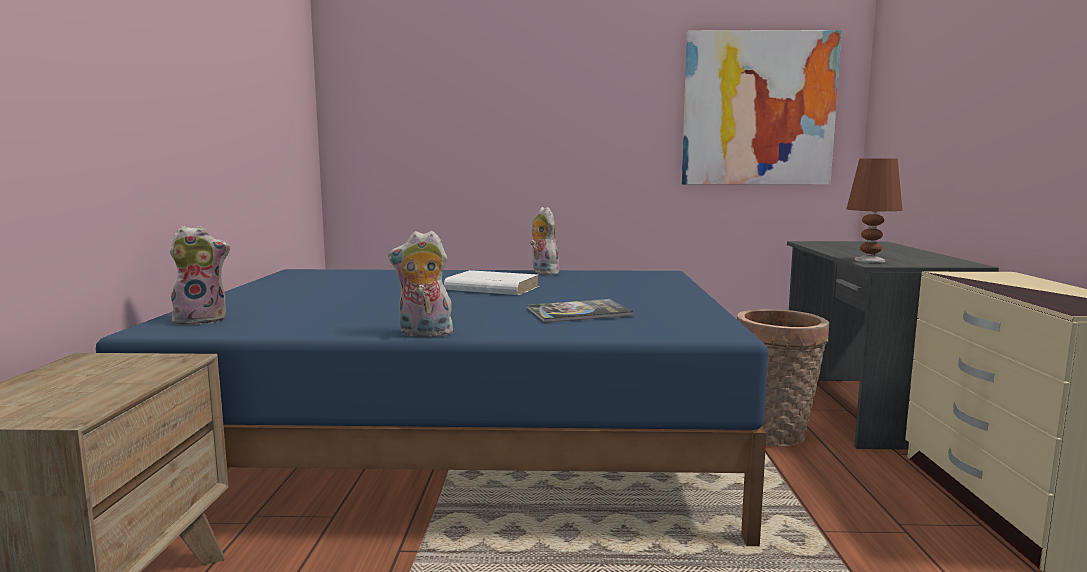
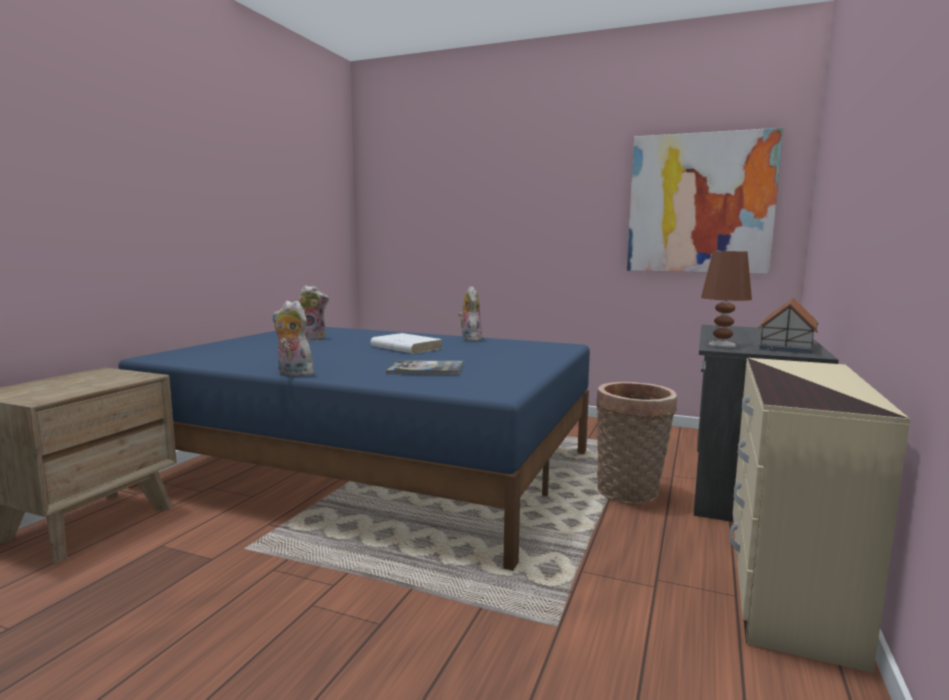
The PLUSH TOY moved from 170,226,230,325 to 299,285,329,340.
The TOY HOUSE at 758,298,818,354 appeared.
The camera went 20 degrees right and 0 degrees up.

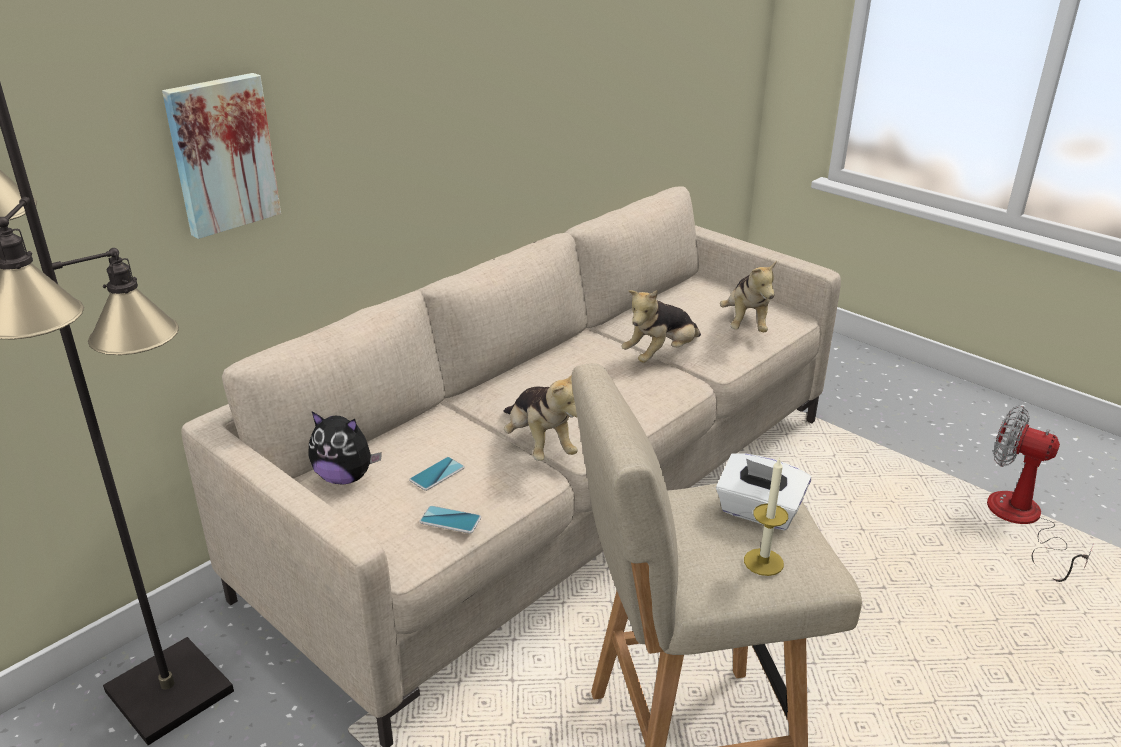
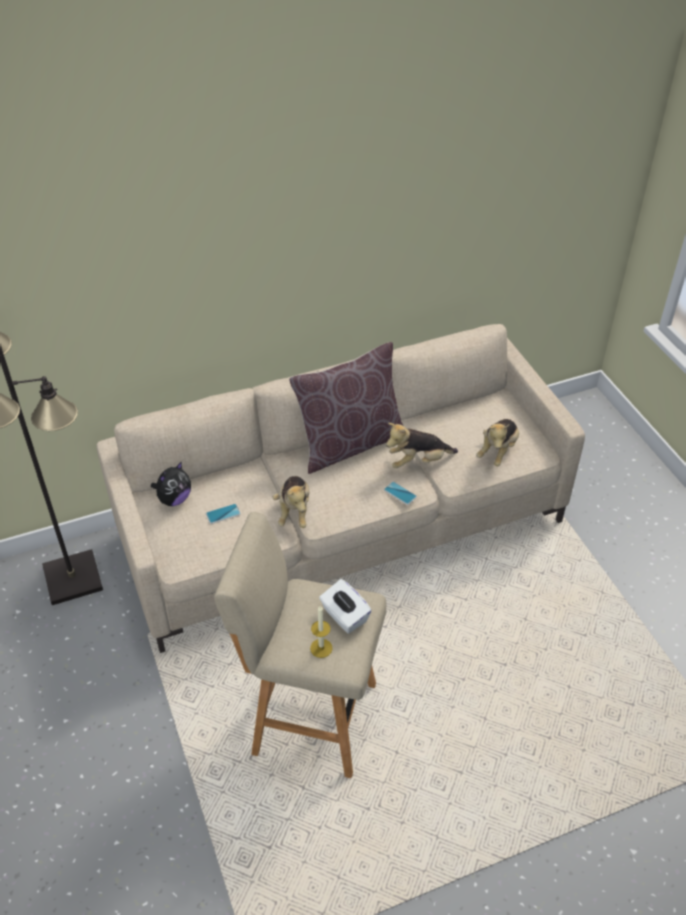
The PICTURE at 162,73,281,239 disappeared.
The PLUSH TOY at 308,412,382,485 turned 90 degrees counterclockwise.
The TELEPHONE moved from 419,506,481,533 to 384,482,417,505.
The ELECTRIC FAN at 987,406,1093,582 disappeared.
The BROWNISH PILLOW at 289,342,403,474 appeared.
The camera went 25 degrees right and 15 degrees up.

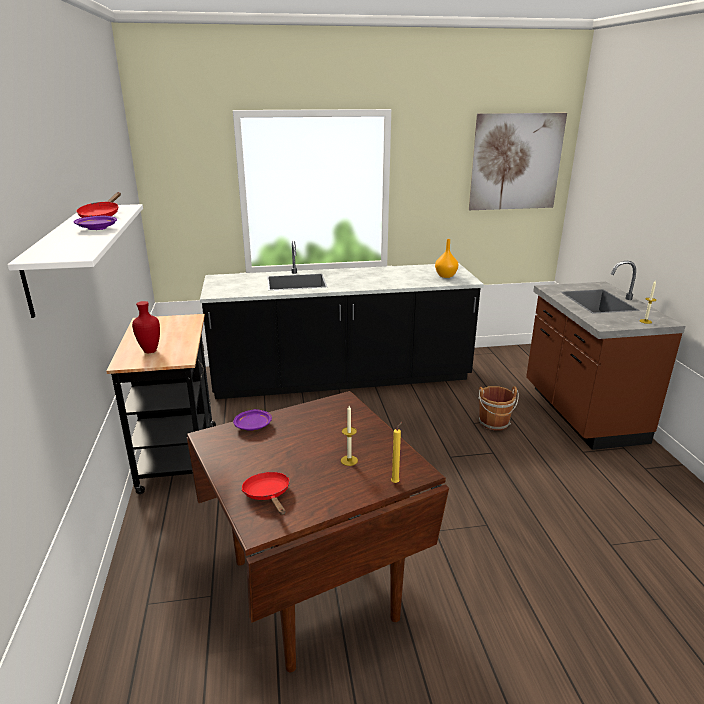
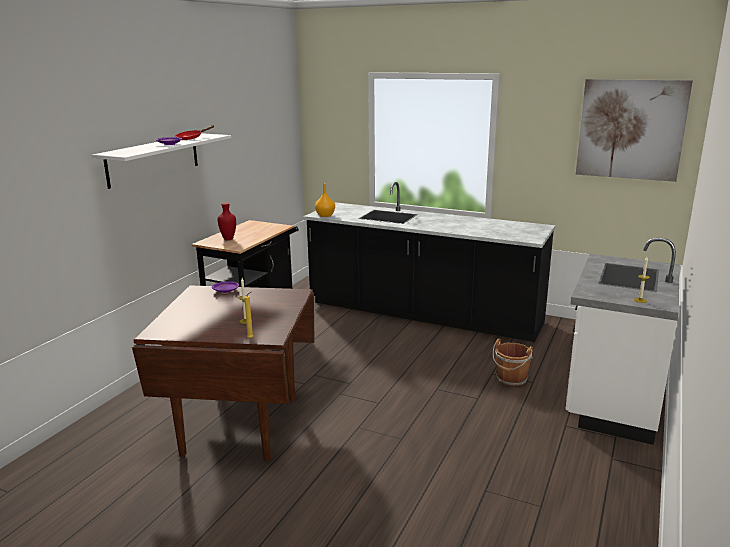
The REDDISH SKILLET at 242,472,290,515 disappeared.
The ORANGEY VASE moved from 435,239,458,278 to 315,183,335,217.
The BROWNISH COUNTER at 526,261,686,450 became the WHITE COUNTER at 565,238,680,445.
The camera went 35 degrees right and 5 degrees down.

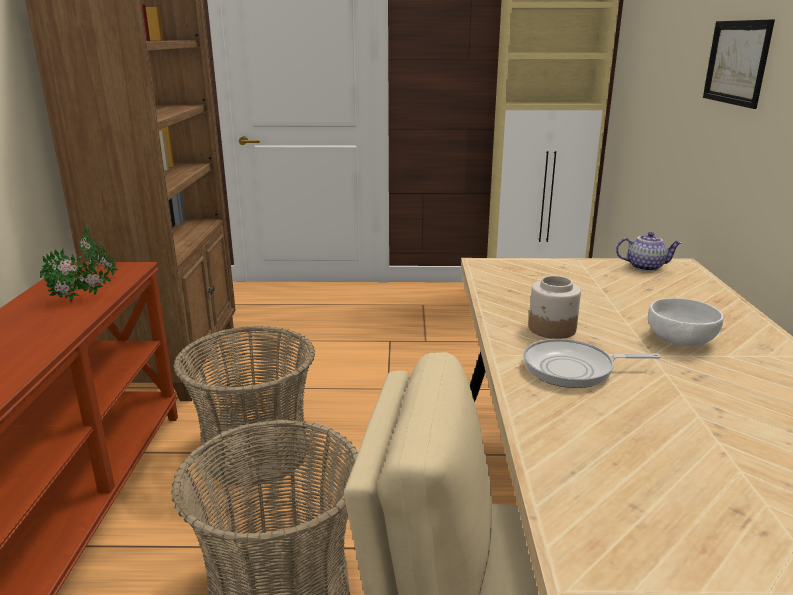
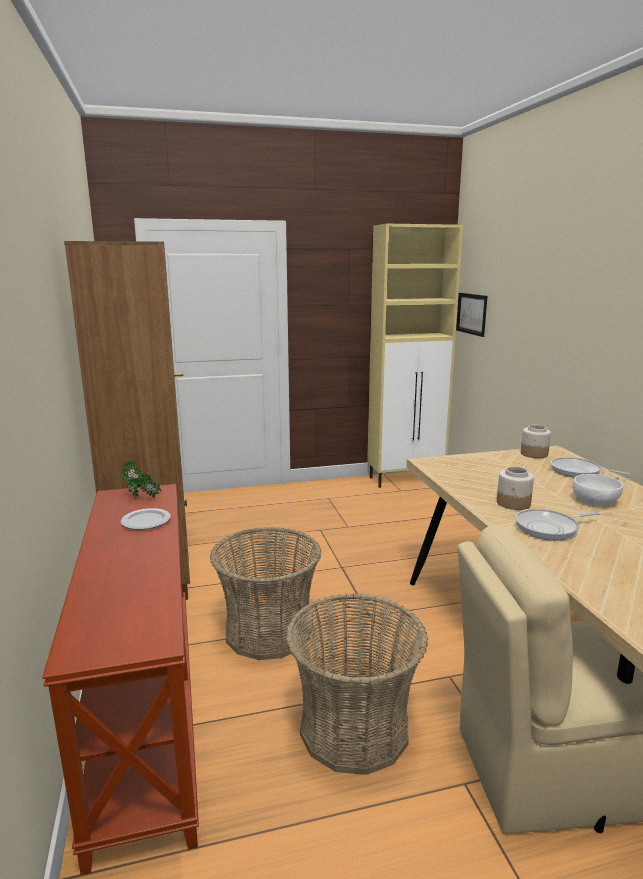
The HOUSEPLANT at 40,248,111,302 was replaced by the DINNER PLATE at 121,508,171,530.
The TEA POT at 616,232,682,271 was replaced by the PRESERVE JAR at 521,425,551,458.
The PICTURE moved from 703,19,775,109 to 456,293,488,337.
The SKILLET at 551,457,630,478 appeared.
The camera went 15 degrees left and 5 degrees down.

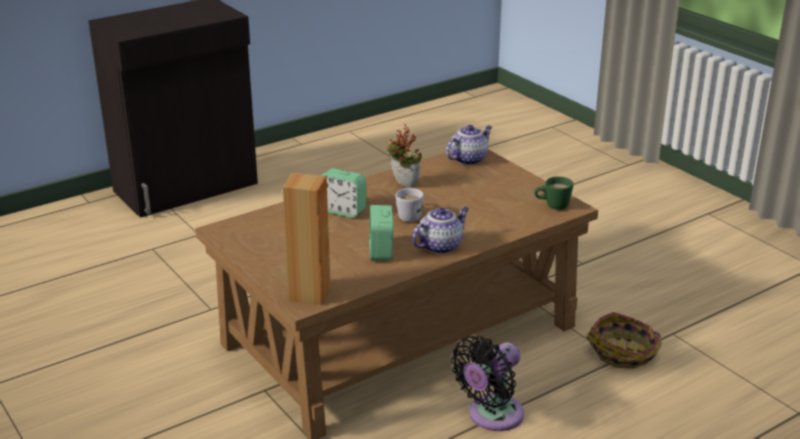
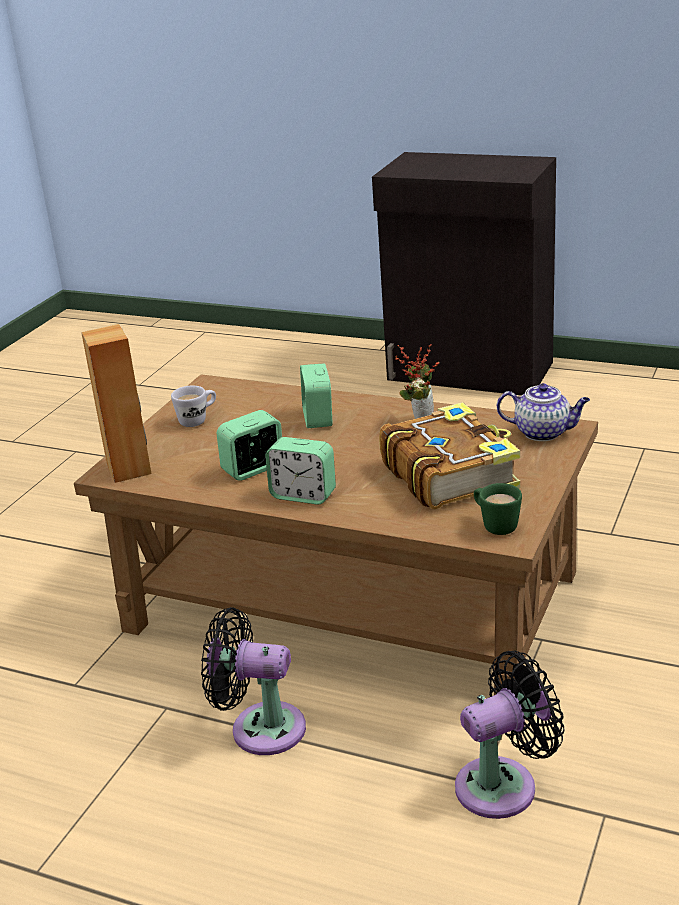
The WHITE COFFEE MUG moved from 396,188,424,222 to 171,386,216,427.
The TEA POT at 412,207,469,254 was replaced by the TABLE CLOCK at 265,437,336,505.
The HOUSEHOLD BASKET at 586,312,662,369 was replaced by the BLACK ELECTRIC FAN at 455,651,564,819.
The VOLUME at 379,402,520,510 appeared.
The camera went 60 degrees right and 0 degrees up.

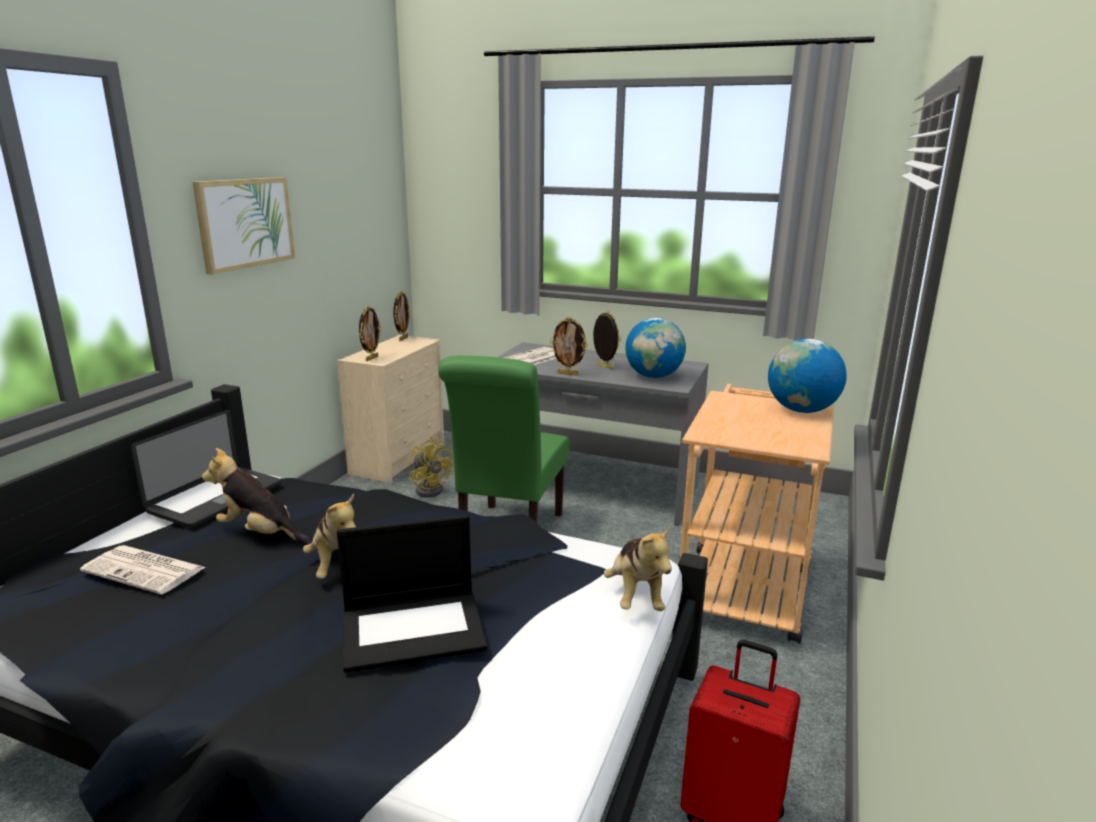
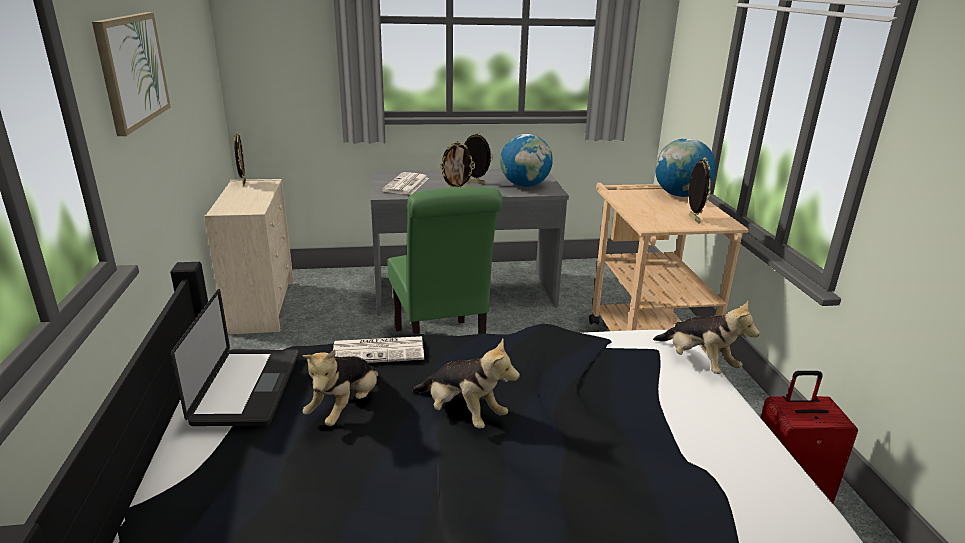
The NEWSPAPER moved from 80,545,206,594 to 333,336,424,363.
The PLUSH TOY at 202,448,312,545 turned 60 degrees counterclockwise.
The LAPTOP at 337,515,488,673 disappeared.
The PICTURE FRAME moved from 359,306,381,361 to 689,157,711,223.
The YELLOWISH ELECTRIC FAN at 409,437,453,497 disappeared.
The camera went 30 degrees left and 5 degrees up.

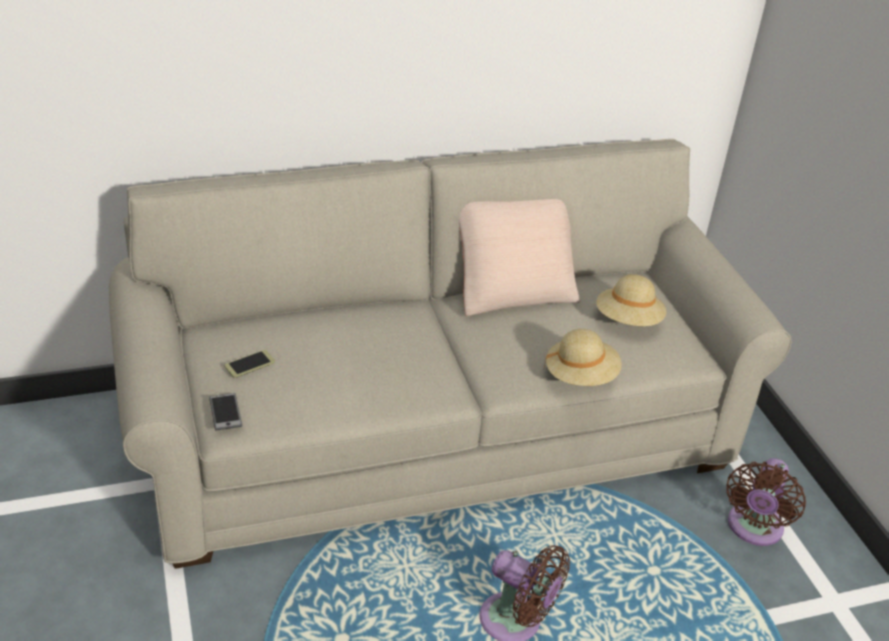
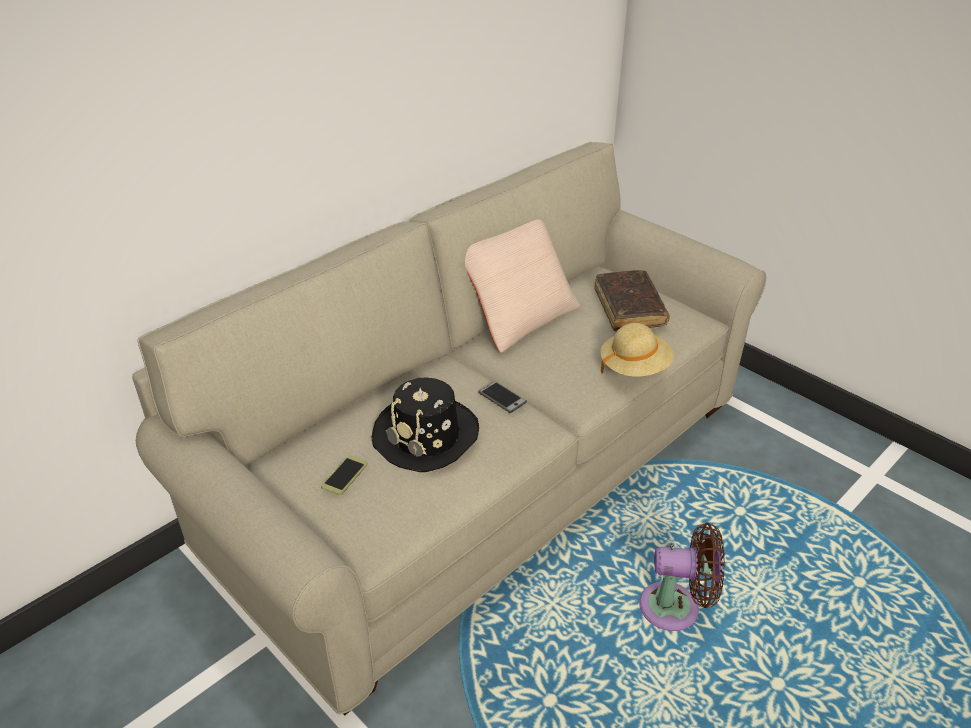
The TELEPHONE moved from 209,393,242,431 to 478,381,527,413.
The BEIGE-COLOURED CLOTHING HAT at 596,274,666,326 was replaced by the BROWNISH VOLUME at 594,270,670,331.
The BROWNISH ELECTRIC FAN at 726,458,806,546 disappeared.
The BLACK CLOTHING HAT at 372,378,479,472 appeared.
The camera went 25 degrees left and 0 degrees up.

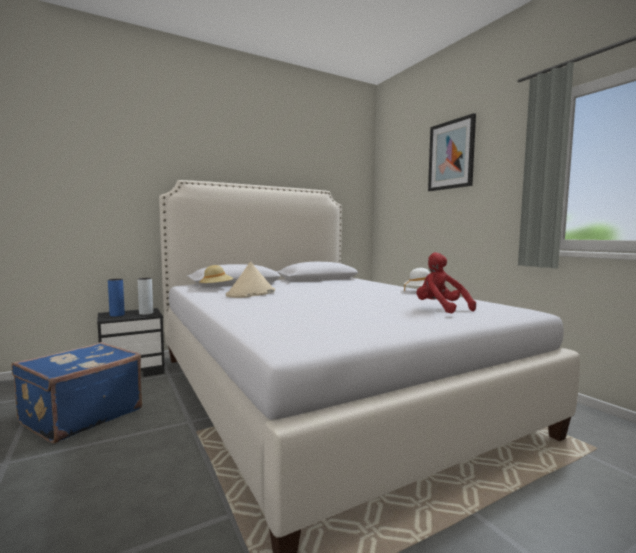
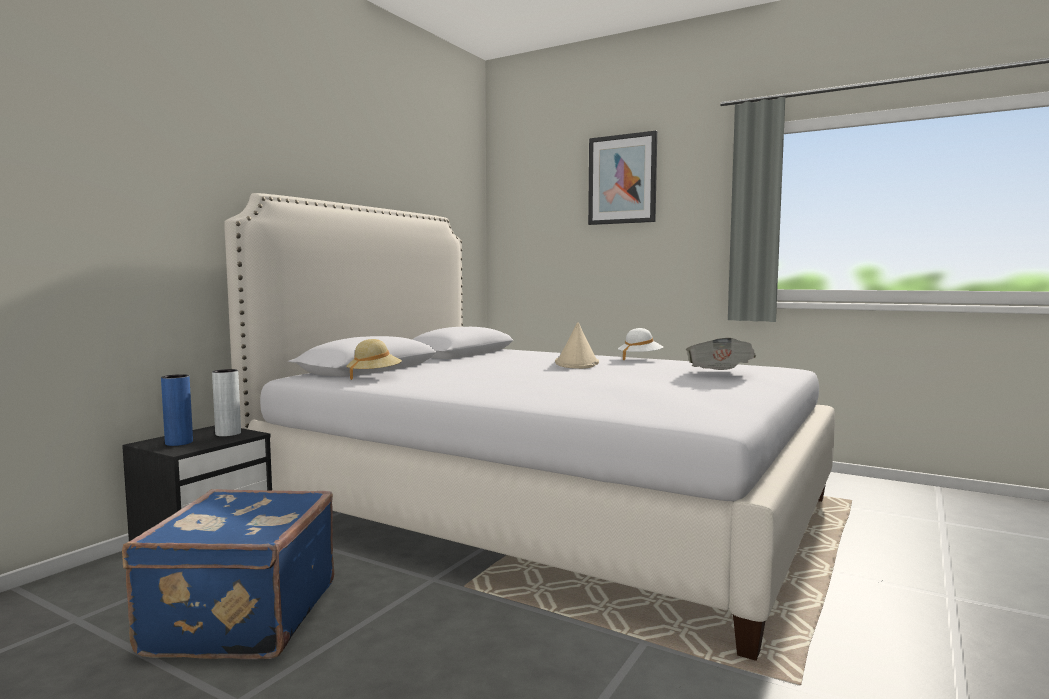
The BEIGE-COLOURED CLOTHING HAT moved from 226,262,275,298 to 555,322,599,369.
The REDDISH PLUSH TOY at 417,252,476,314 was replaced by the NEWSPAPER at 686,338,756,370.
The camera went 30 degrees left and 0 degrees up.

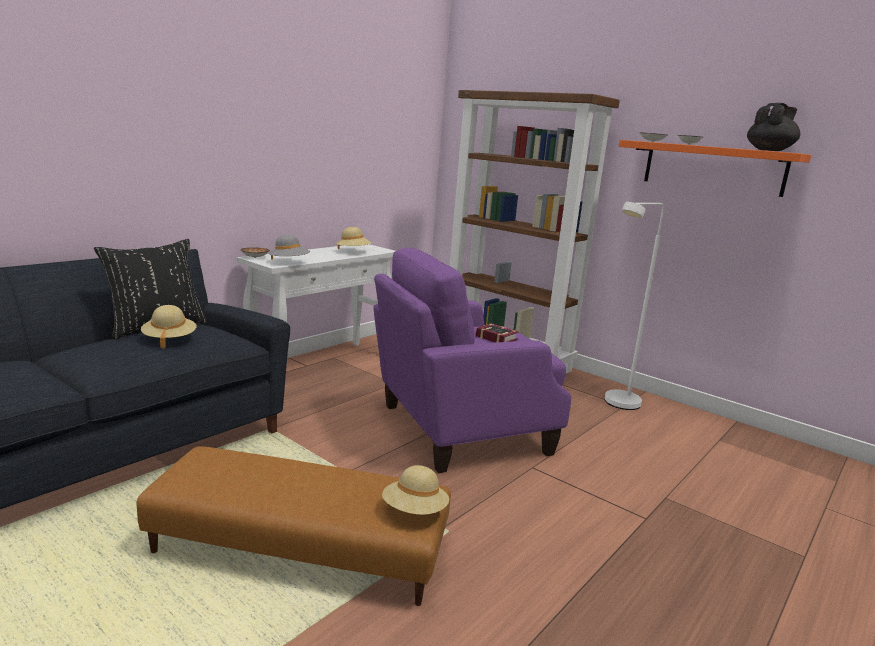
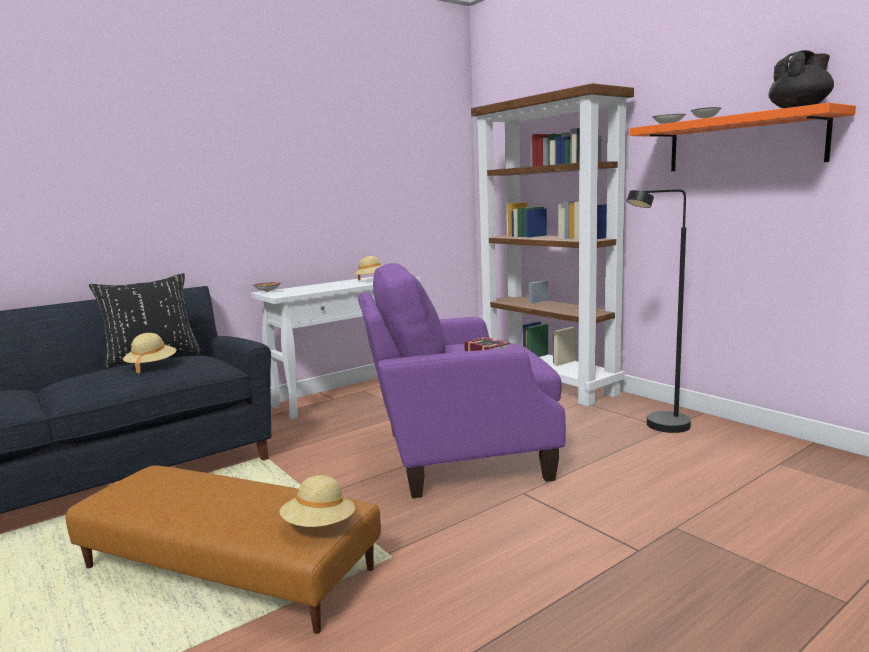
The GRAY CLOTHING HAT at 269,234,310,260 disappeared.
The WHITE STANDING LAMP at 604,202,664,410 became the BLACK STANDING LAMP at 627,189,691,433.
The camera went 15 degrees right and 5 degrees down.

